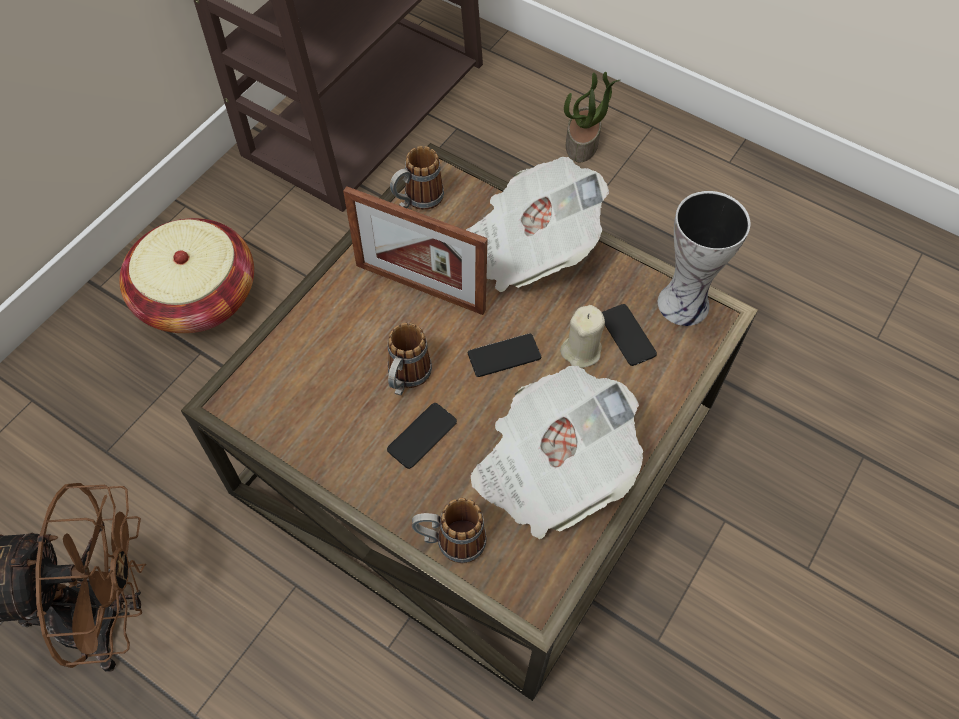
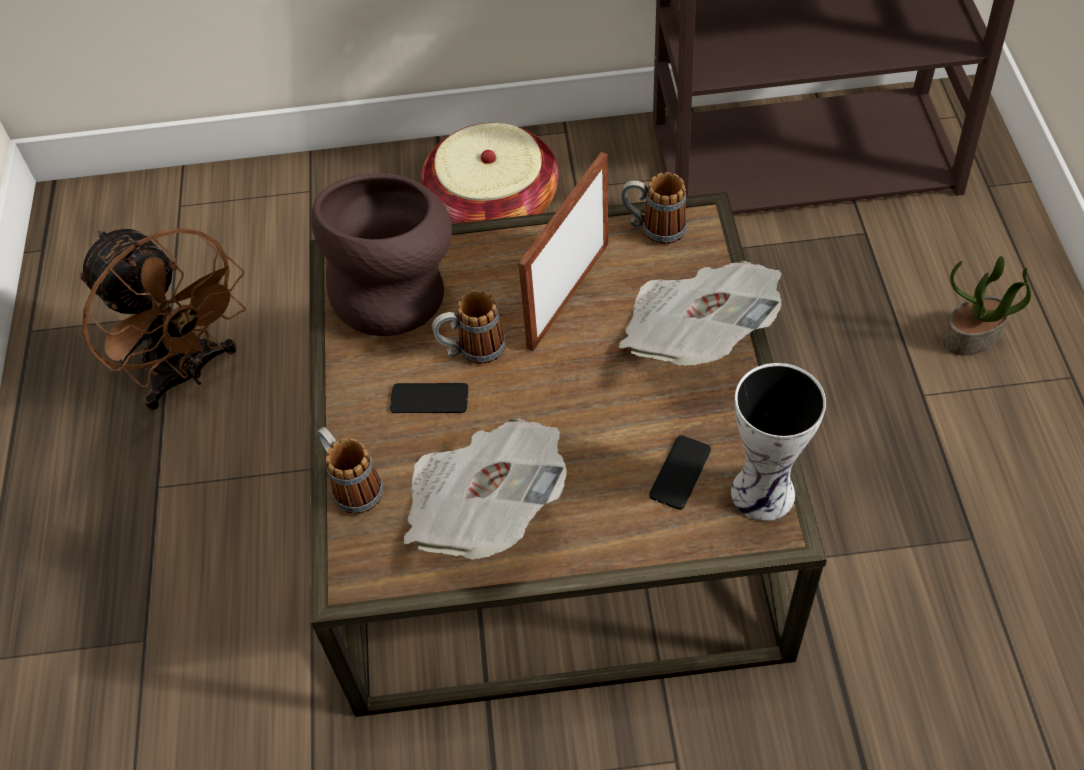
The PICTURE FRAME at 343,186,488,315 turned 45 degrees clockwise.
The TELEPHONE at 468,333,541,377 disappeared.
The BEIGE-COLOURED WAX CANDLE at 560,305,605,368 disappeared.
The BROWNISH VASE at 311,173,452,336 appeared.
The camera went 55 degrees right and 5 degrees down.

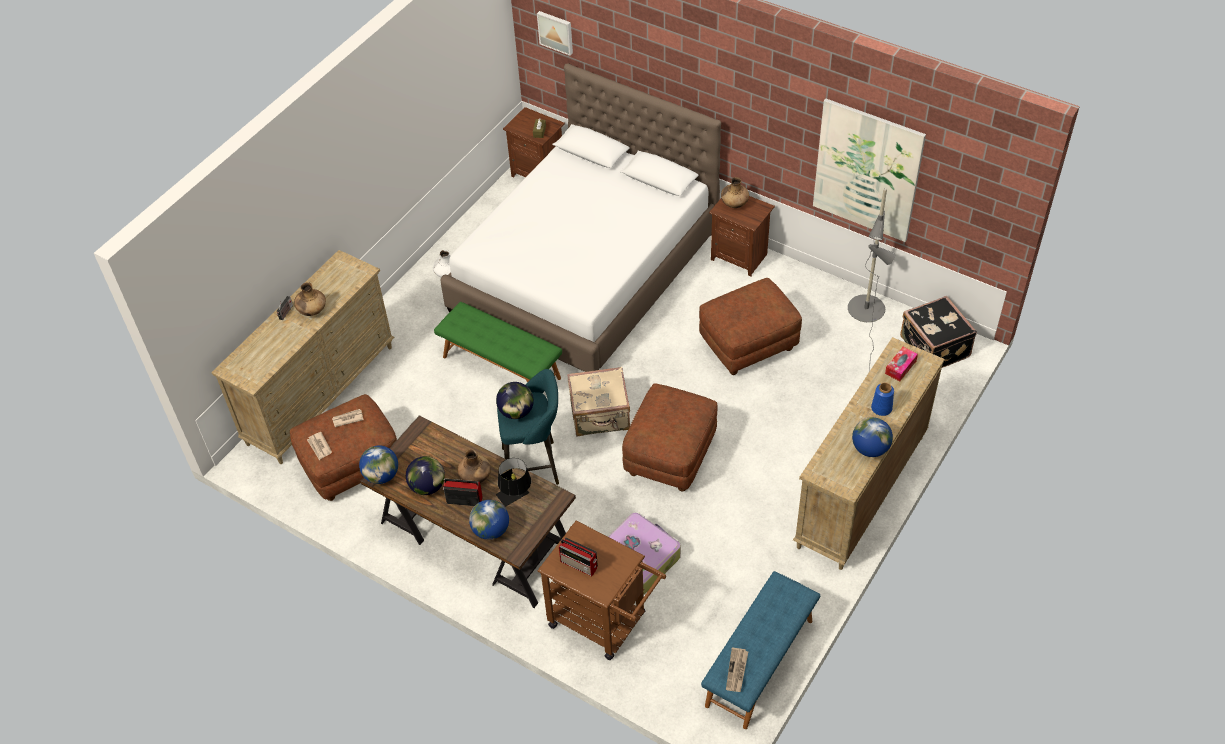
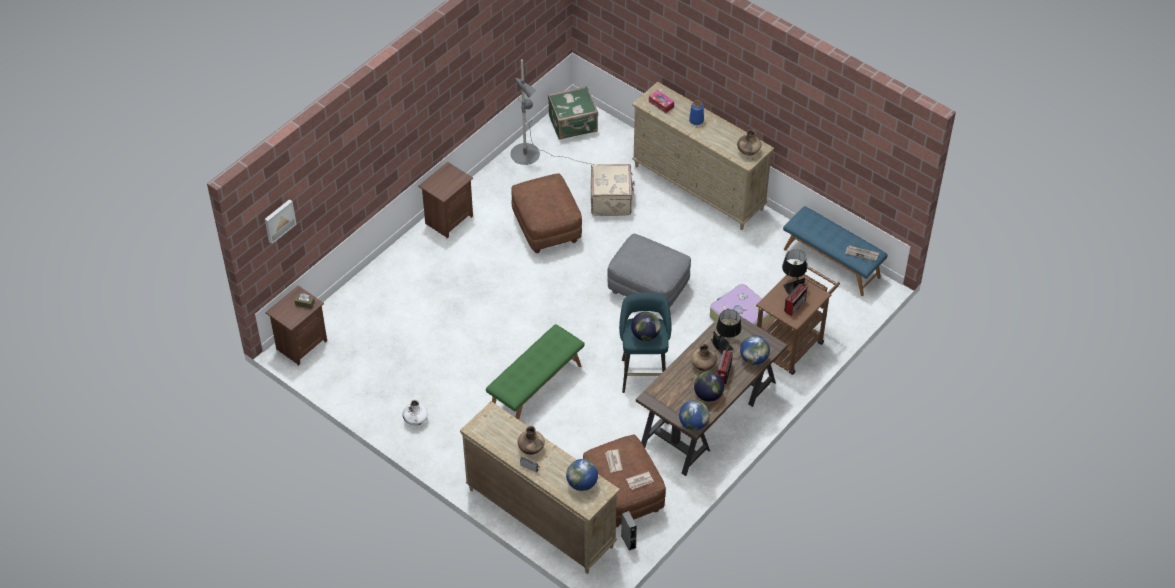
The WHITE SLEEPING BED at 440,63,721,372 disappeared.
The BEIGE-COLOURED PIECE OF LUGGAGE moved from 567,367,630,437 to 591,164,635,216.
The BROWNISH OTTOMAN at 622,384,717,492 became the GRAY OTTOMAN at 607,234,691,307.
The BROWNISH VASE moved from 721,177,749,208 to 737,129,762,156.
The PICTURE at 813,99,926,242 disappeared.
The DESK GLOBE moved from 852,417,893,457 to 566,459,598,491.
The BLACK PIECE OF LUGGAGE at 900,296,977,368 became the GREEN-COLOURED PIECE OF LUGGAGE at 548,86,598,140.
The GRAY SPEAKER at 621,511,637,551 appeared.
The BLACK LAMP FOR A TABLE at 782,250,808,295 appeared.
The camera went 85 degrees left and 0 degrees up.

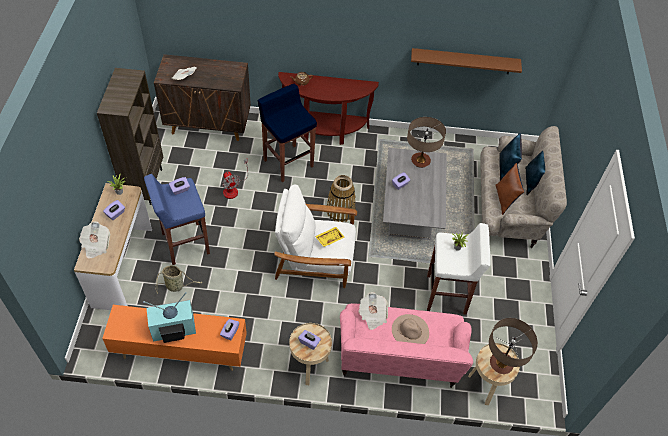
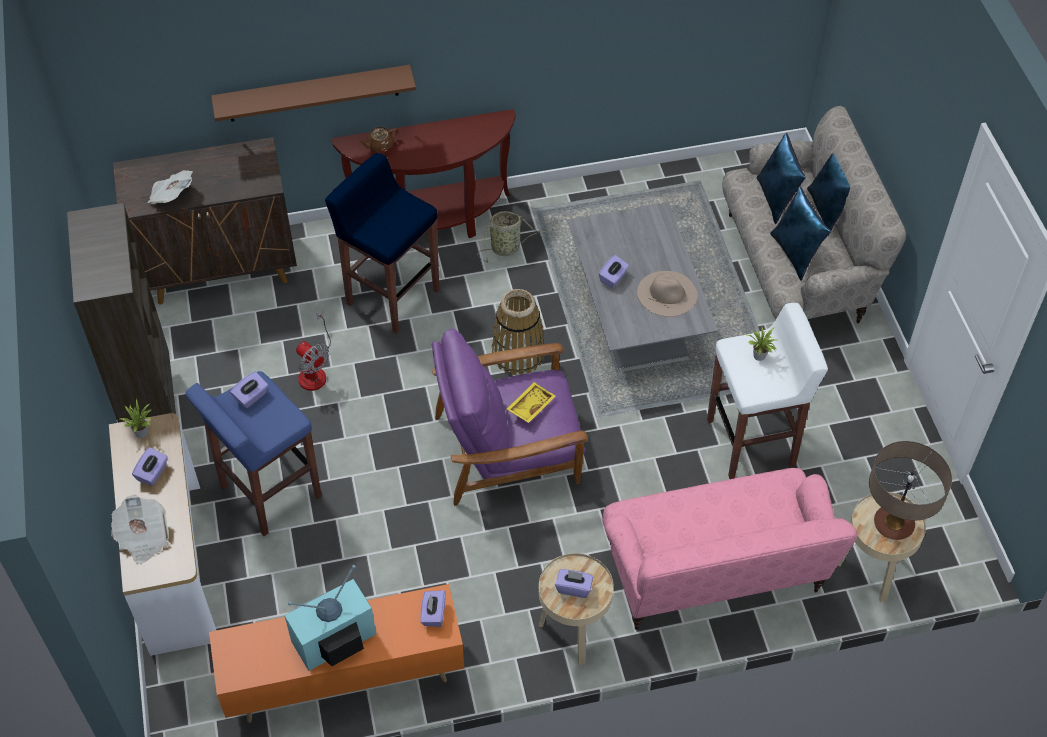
The HOUSEHOLD BASKET moved from 155,265,202,294 to 477,211,547,263.
The WHITE LOUNGE CHAIR at 274,184,357,288 became the PURPLISH LOUNGE CHAIR at 432,329,588,506.
The NEWSPAPER at 359,292,388,330 disappeared.
The BEIGE-COLOURED CLOTHING HAT moved from 392,314,429,344 to 637,271,698,317.
The LAMP FOR A TABLE at 407,117,446,168 disappeared.
The BROWNISH BRACKET SHELF moved from 411,48,522,74 to 211,65,416,122.
The BROWNISH PILLOW at 495,163,525,215 became the BLUISH PILLOW at 770,186,831,281.
The camera went 15 degrees left and 0 degrees up.

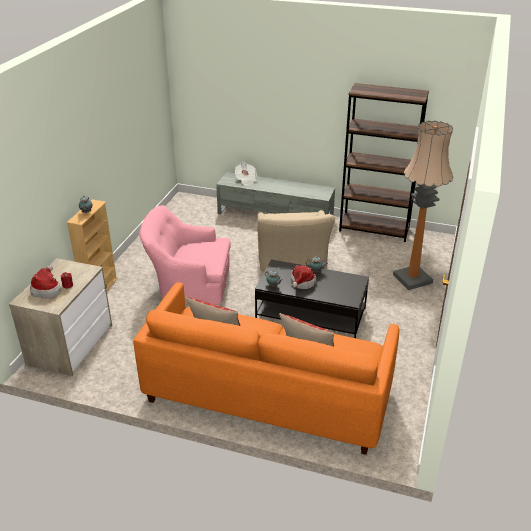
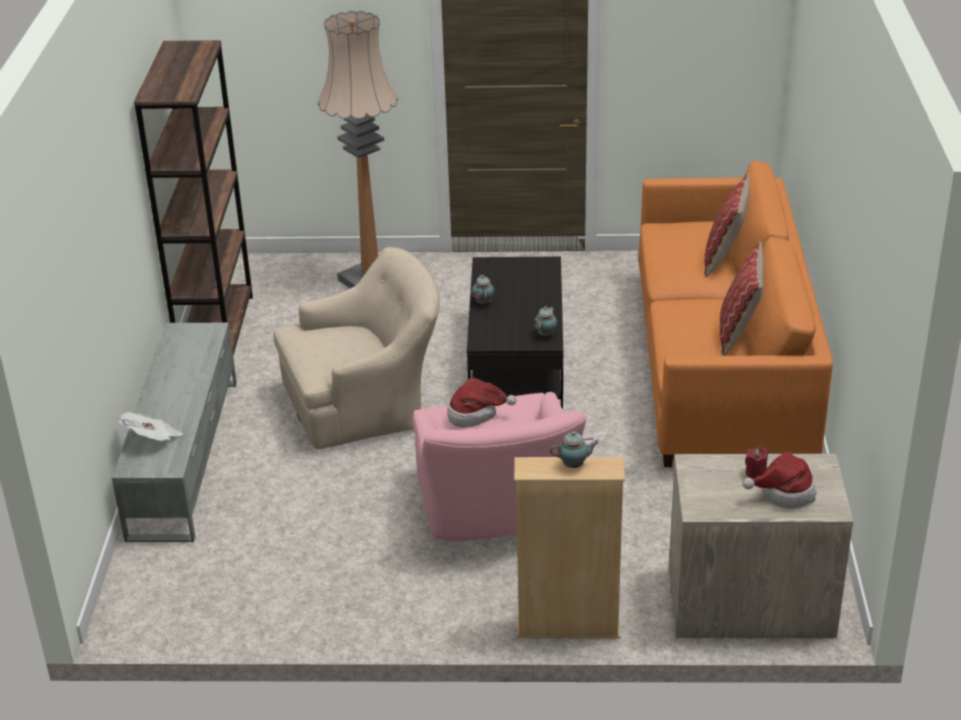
The CLOTHING HAT moved from 291,265,316,289 to 447,377,517,428.
The camera went 105 degrees left and 0 degrees up.

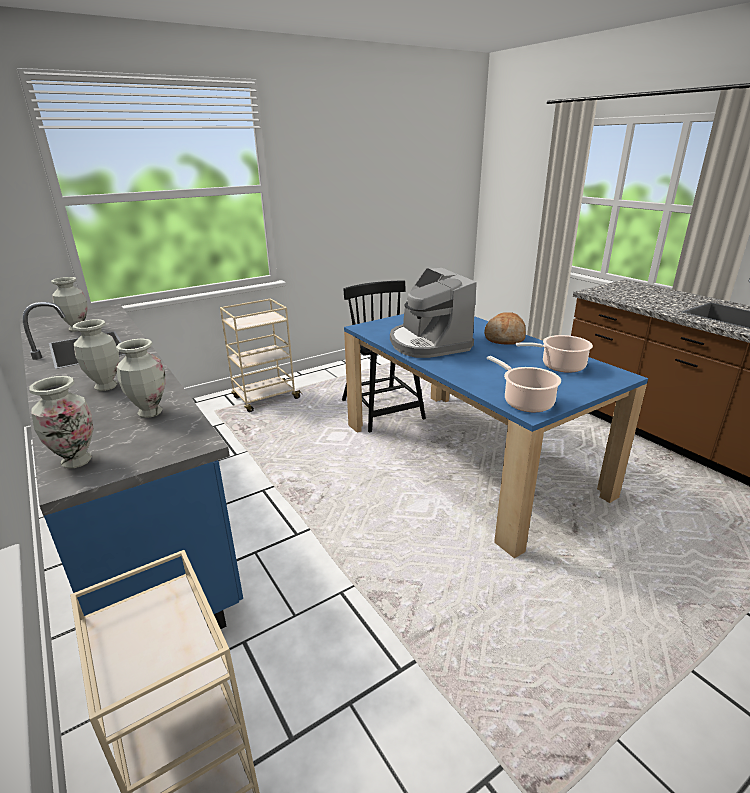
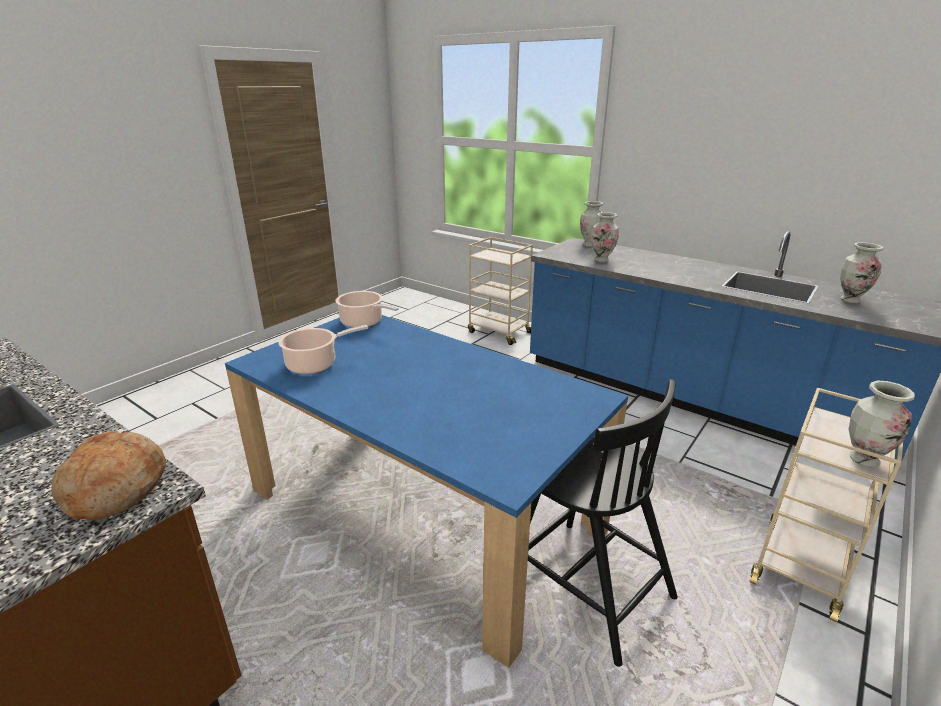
The VASE moved from 73,319,119,391 to 849,381,915,468.
The COFFEE BREWER at 390,268,477,358 disappeared.
The BREAD moved from 484,312,526,345 to 51,431,166,520.
The camera went 160 degrees right and 0 degrees up.

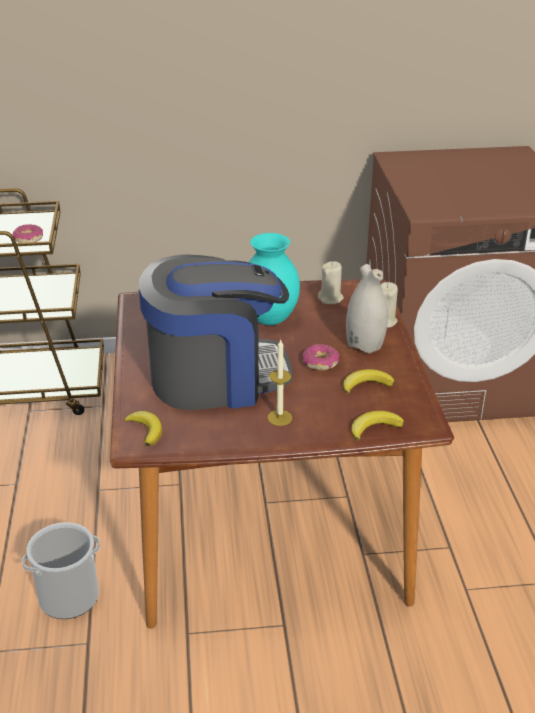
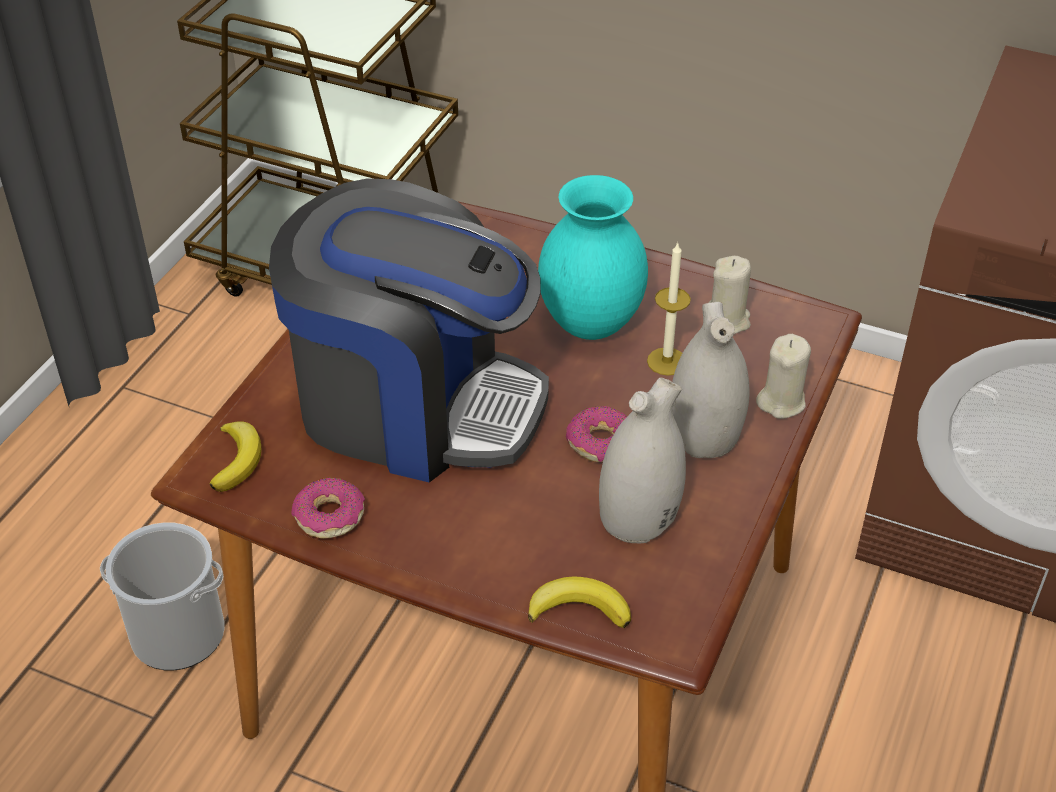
The DONUT moved from 13,224,43,243 to 291,478,365,539.
The WAX CANDLE moved from 267,340,292,426 to 647,242,691,376.
The WHOLE BANANA at 343,369,394,394 was replaced by the WHITE VASE at 599,377,686,543.
The camera went 30 degrees right and 10 degrees up.

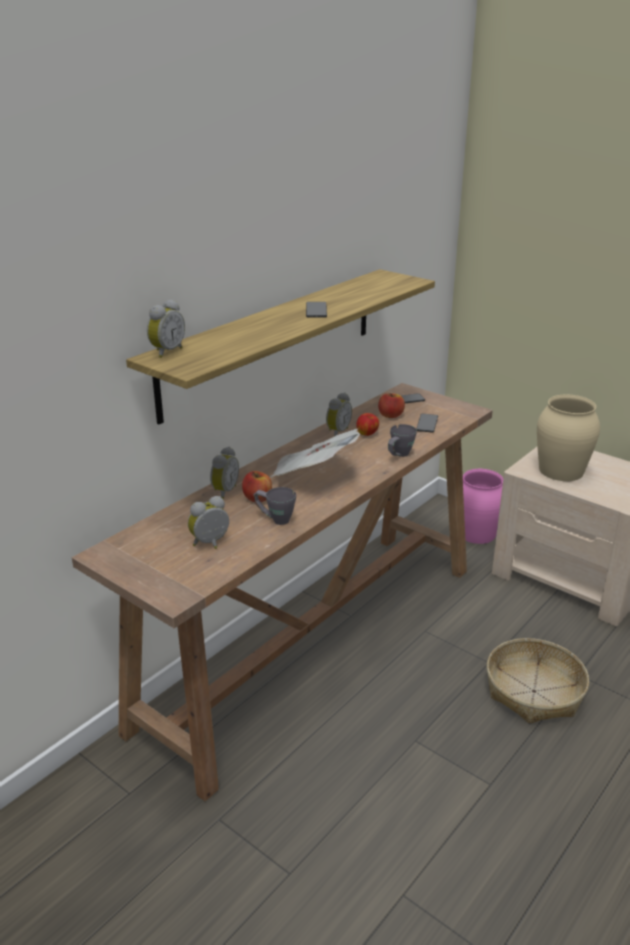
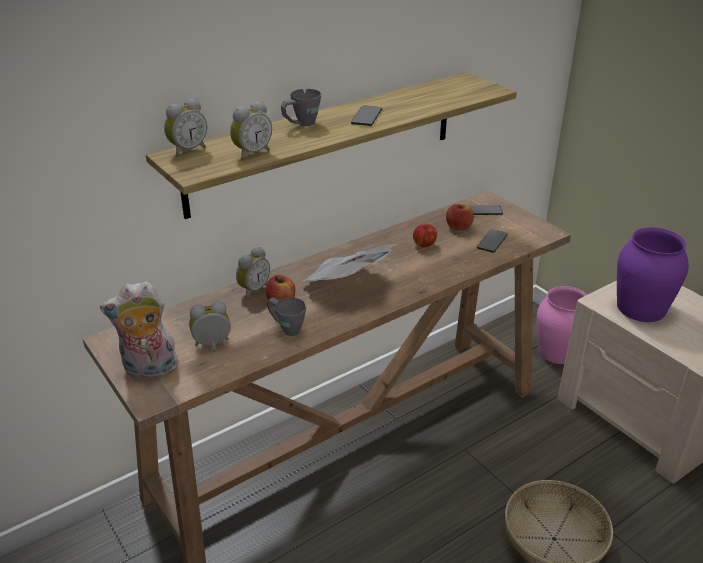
The TABLE CLOCK moved from 326,392,352,436 to 230,101,272,160.
The GRAY COFFEE MUG moved from 388,424,417,457 to 281,89,321,126.
The BEIGE-COLOURED VASE at 537,395,600,481 became the PURPLISH VASE at 617,227,689,322.
The PLUSH TOY at 100,281,182,378 appeared.
The camera went 15 degrees right and 5 degrees up.

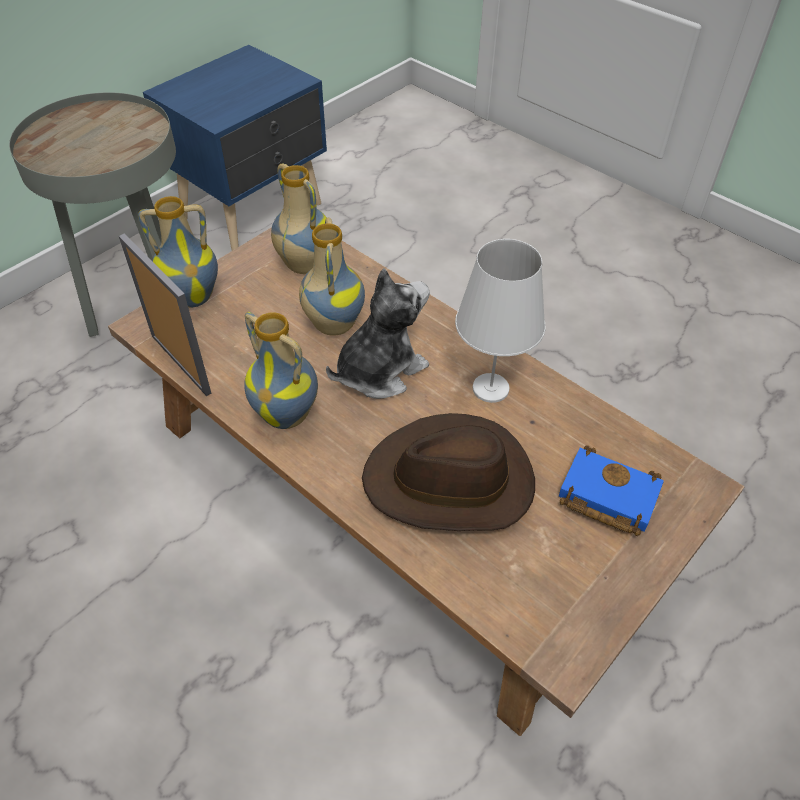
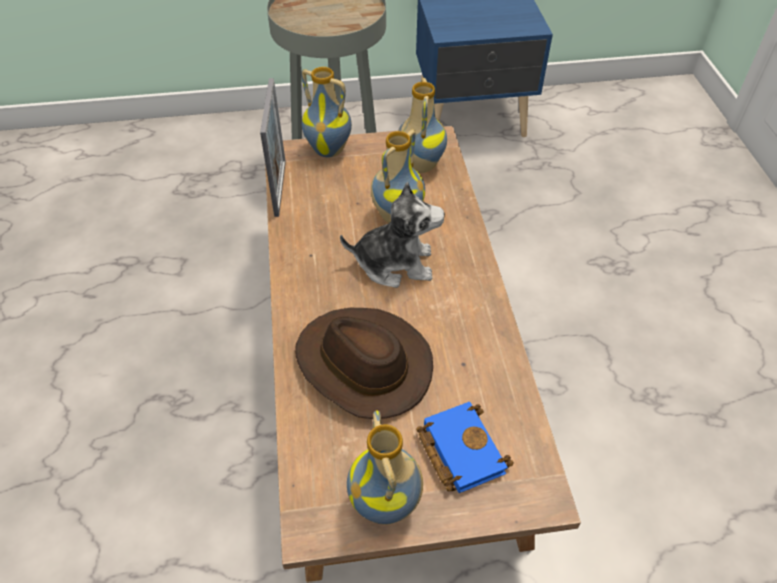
The VASE moved from 244,312,318,429 to 347,411,423,525.
The WHITE LAMP FOR A TABLE at 455,239,545,403 disappeared.
The camera went 40 degrees right and 0 degrees up.

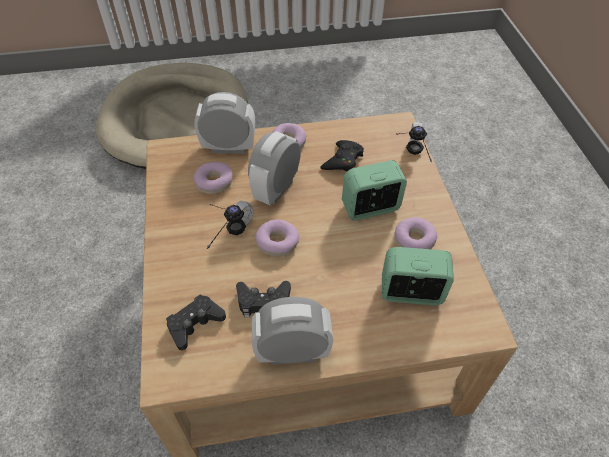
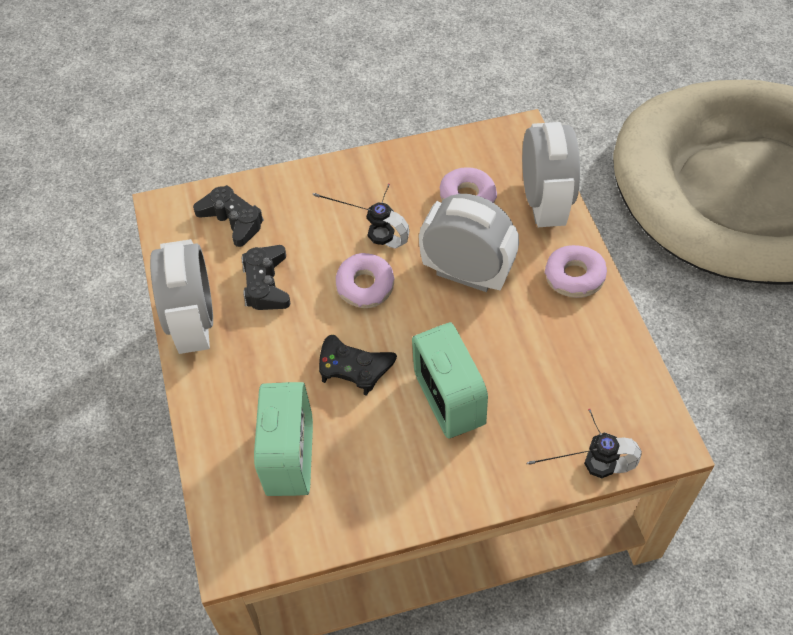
The BLACK GAMEPAD moved from 320,140,364,172 to 319,335,397,396.
The DONUT at 394,217,437,249 disappeared.
The camera went 85 degrees right and 5 degrees up.

